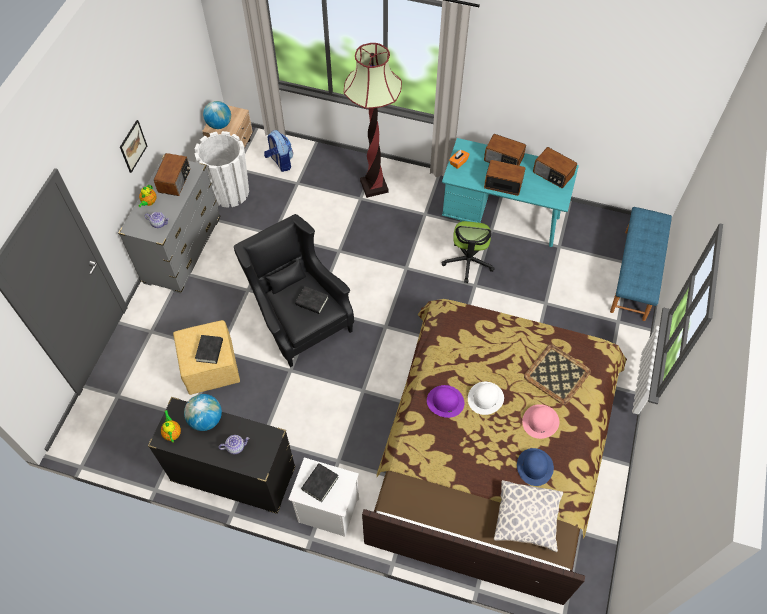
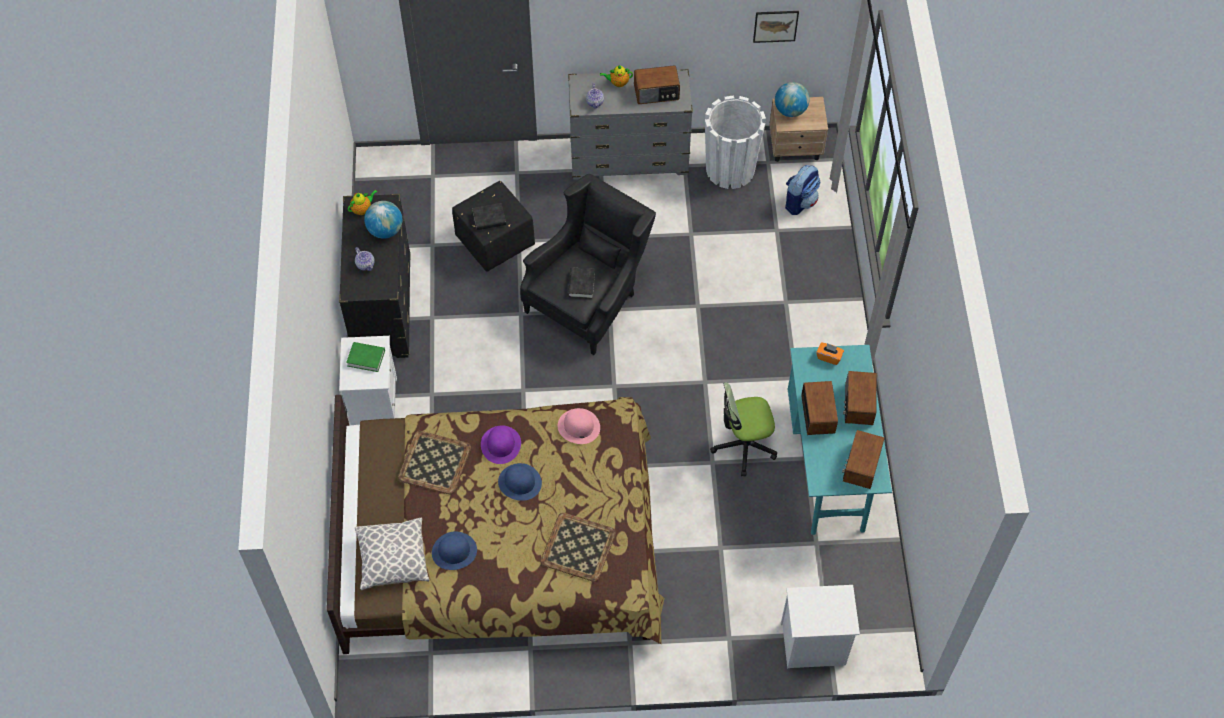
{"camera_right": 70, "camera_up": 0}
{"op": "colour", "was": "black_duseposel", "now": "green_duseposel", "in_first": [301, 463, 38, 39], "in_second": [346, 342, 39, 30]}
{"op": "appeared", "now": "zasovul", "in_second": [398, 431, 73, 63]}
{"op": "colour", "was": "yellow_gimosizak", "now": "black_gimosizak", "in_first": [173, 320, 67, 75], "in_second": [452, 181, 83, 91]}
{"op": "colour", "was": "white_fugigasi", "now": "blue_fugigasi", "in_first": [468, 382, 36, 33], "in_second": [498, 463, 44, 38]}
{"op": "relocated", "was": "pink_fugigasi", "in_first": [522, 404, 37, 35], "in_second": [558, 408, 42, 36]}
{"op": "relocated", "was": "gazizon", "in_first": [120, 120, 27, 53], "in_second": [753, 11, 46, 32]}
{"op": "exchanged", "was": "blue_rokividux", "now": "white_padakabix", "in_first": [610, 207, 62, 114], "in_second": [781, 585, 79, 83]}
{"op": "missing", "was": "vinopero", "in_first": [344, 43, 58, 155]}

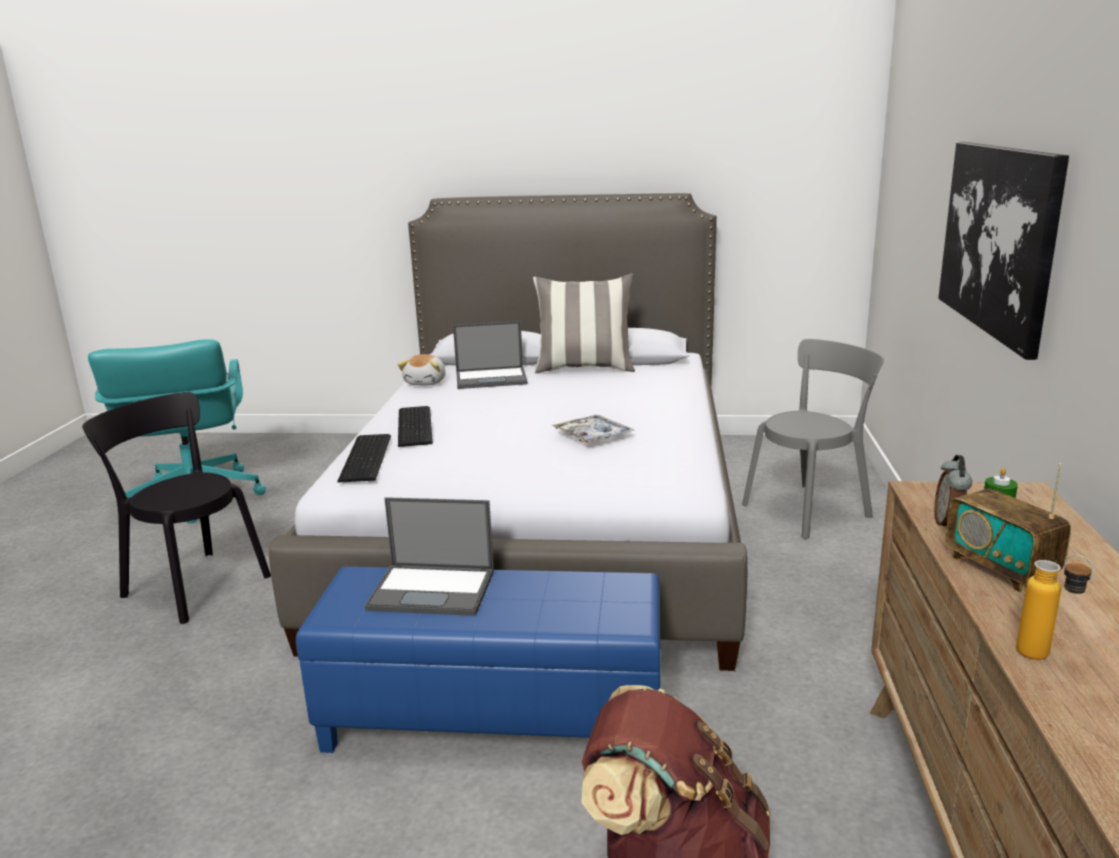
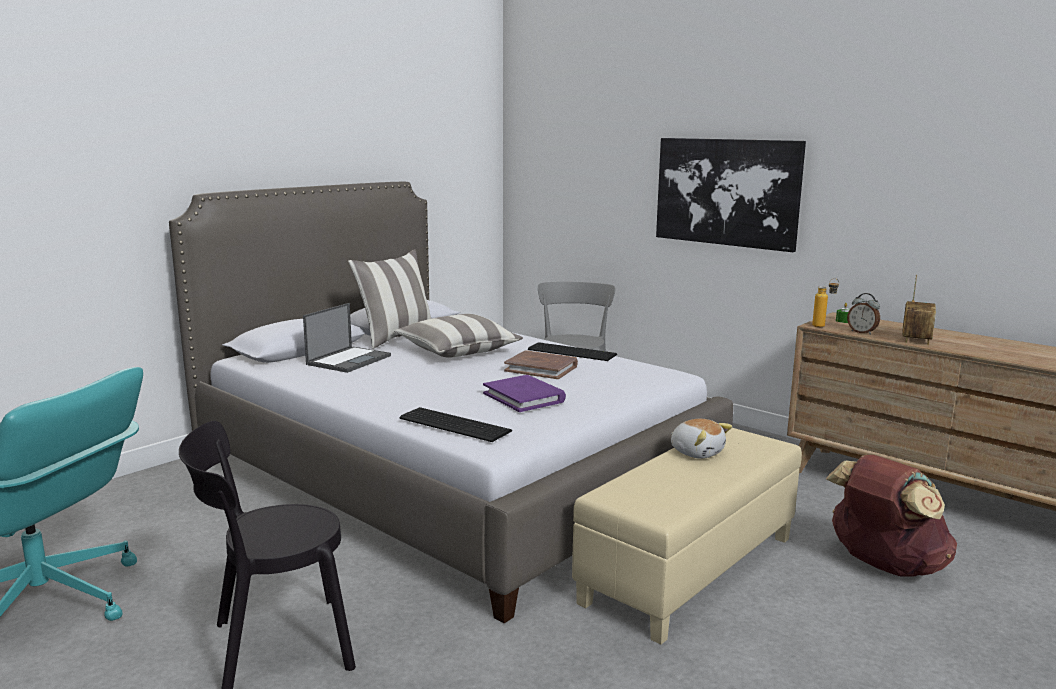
{"camera_right": -55, "camera_up": -5}
{"op": "appeared", "now": "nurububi", "in_second": [394, 314, 129, 44]}
{"op": "appeared", "now": "purple_duseposel", "in_second": [483, 375, 83, 37]}
{"op": "exchanged", "was": "zasovul", "now": "brown_duseposel", "in_first": [551, 415, 83, 28], "in_second": [504, 350, 74, 29]}
{"op": "relocated", "was": "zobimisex", "in_first": [398, 406, 35, 41], "in_second": [528, 342, 89, 19]}
{"op": "colour", "was": "blue_gimosizak", "now": "beige_gimosizak", "in_first": [296, 567, 365, 186], "in_second": [572, 428, 230, 217]}
{"op": "relocated", "was": "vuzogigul", "in_first": [398, 354, 48, 31], "in_second": [671, 419, 61, 40]}
{"op": "relocated", "was": "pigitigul", "in_first": [1016, 554, 77, 106], "in_second": [812, 278, 27, 49]}
{"op": "spun", "was": "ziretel", "in_first": [945, 463, 126, 129], "in_second": [902, 275, 34, 70], "clockwise": -75}
{"op": "missing", "was": "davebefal", "in_first": [365, 497, 129, 119]}

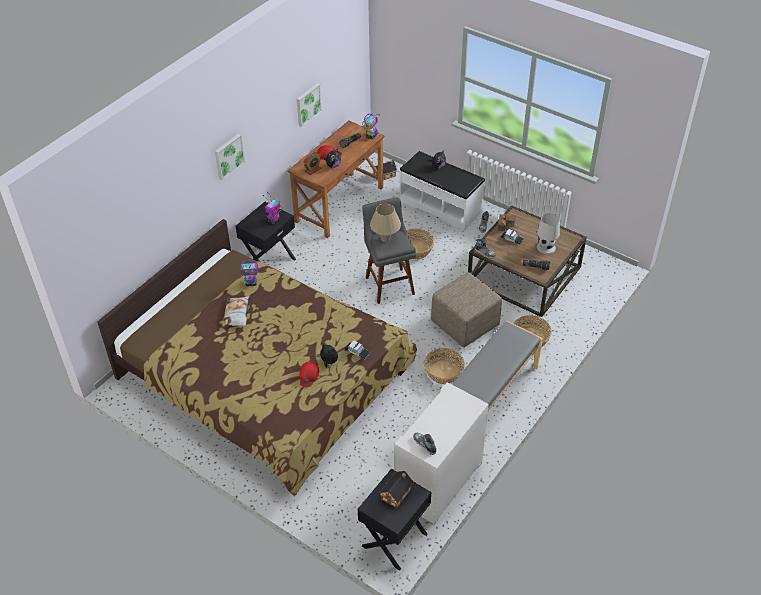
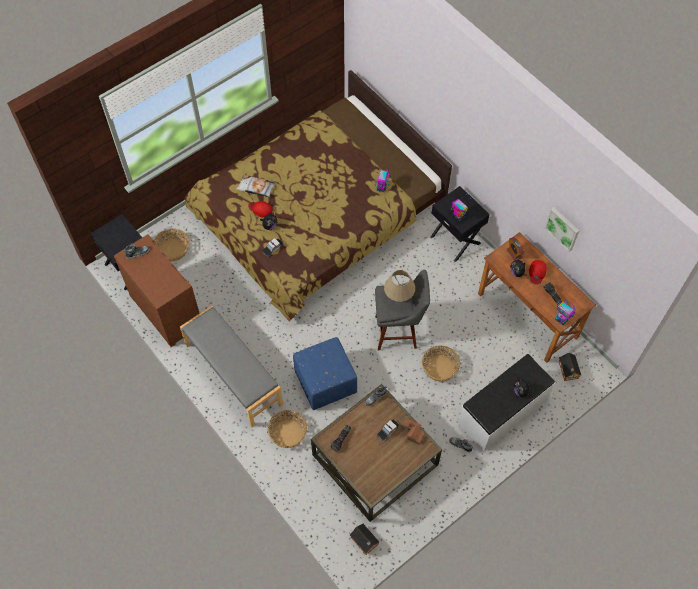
{"camera_right": 105, "camera_up": 15}
{"op": "colour", "was": "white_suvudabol", "now": "brown_suvudabol", "in_first": [394, 382, 95, 143], "in_second": [114, 234, 85, 113]}
{"op": "relocated", "was": "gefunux", "in_first": [424, 348, 41, 36], "in_second": [154, 228, 35, 33]}
{"op": "relocated", "was": "nurububi", "in_first": [223, 296, 27, 31], "in_second": [236, 175, 39, 22]}
{"op": "colour", "was": "beige_gimosizak", "now": "blue_gimosizak", "in_first": [431, 272, 71, 76], "in_second": [293, 337, 64, 73]}
{"op": "relocated", "was": "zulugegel", "in_first": [380, 471, 34, 38], "in_second": [350, 524, 29, 31]}
{"op": "missing", "was": "gazizon", "in_first": [215, 133, 30, 48]}
{"op": "missing", "was": "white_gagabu", "in_first": [537, 213, 23, 41]}

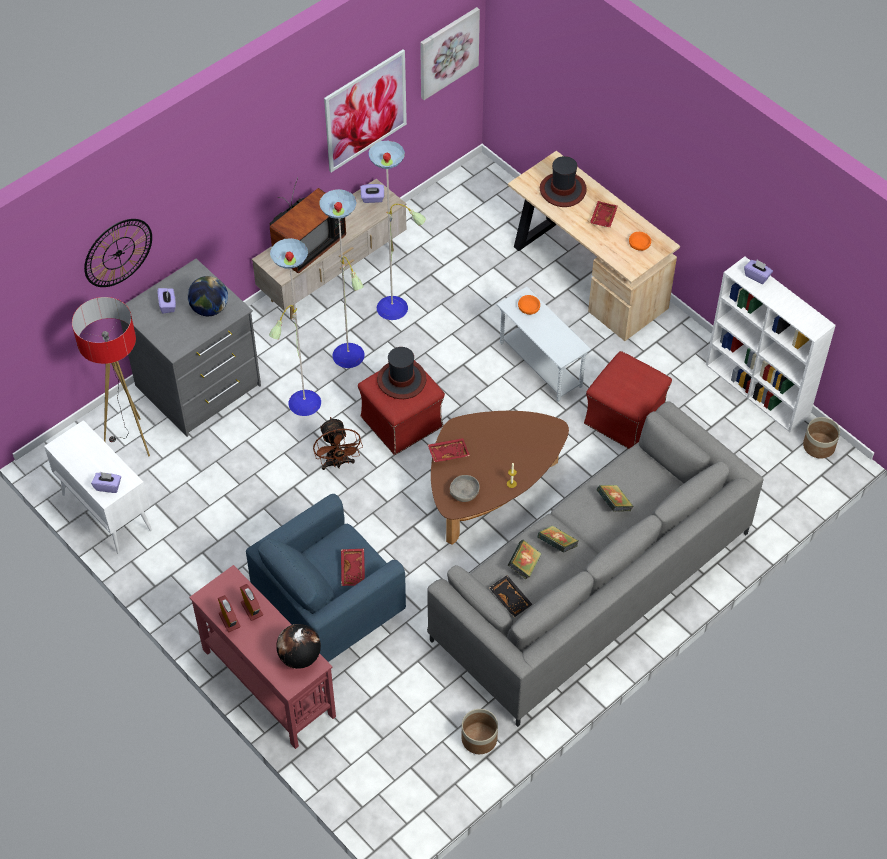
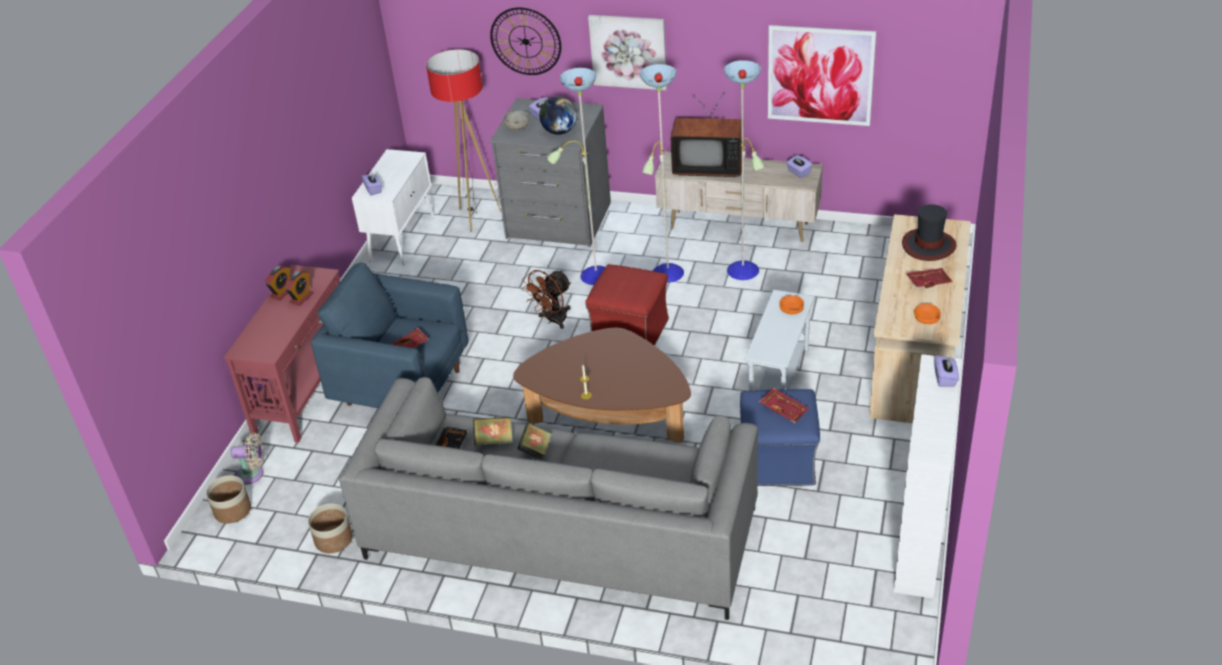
{"camera_right": 60, "camera_up": -15}
{"op": "relocated", "was": "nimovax", "in_first": [803, 417, 37, 42], "in_second": [206, 475, 45, 49]}
{"op": "appeared", "now": "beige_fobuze", "in_second": [231, 433, 33, 52]}
{"op": "relocated", "was": "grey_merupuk", "in_first": [450, 475, 30, 27], "in_second": [503, 111, 27, 19]}
{"op": "relocated", "was": "gazizon", "in_first": [420, 7, 60, 93], "in_second": [588, 15, 79, 75]}
{"op": "colour", "was": "red_gimosizak", "now": "blue_gimosizak", "in_first": [584, 351, 88, 98], "in_second": [740, 389, 80, 97]}
{"op": "relocated", "was": "red_zasovul", "in_first": [428, 438, 42, 24], "in_second": [759, 388, 50, 35]}
{"op": "missing", "was": "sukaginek", "in_first": [276, 624, 45, 45]}
{"op": "missing", "was": "fugigasi", "in_first": [377, 347, 49, 52]}
{"op": "missing", "was": "duseposel", "in_first": [597, 485, 37, 27]}

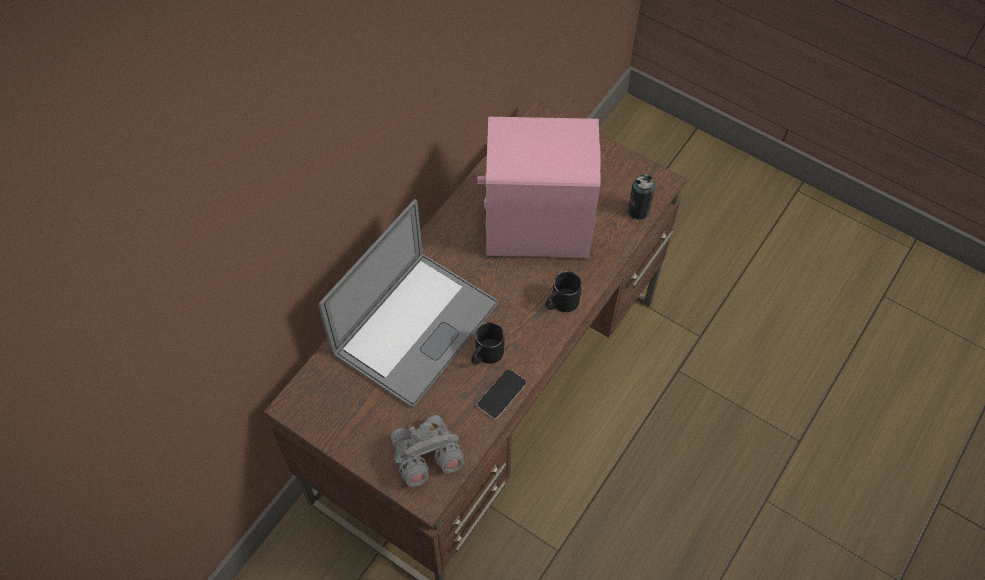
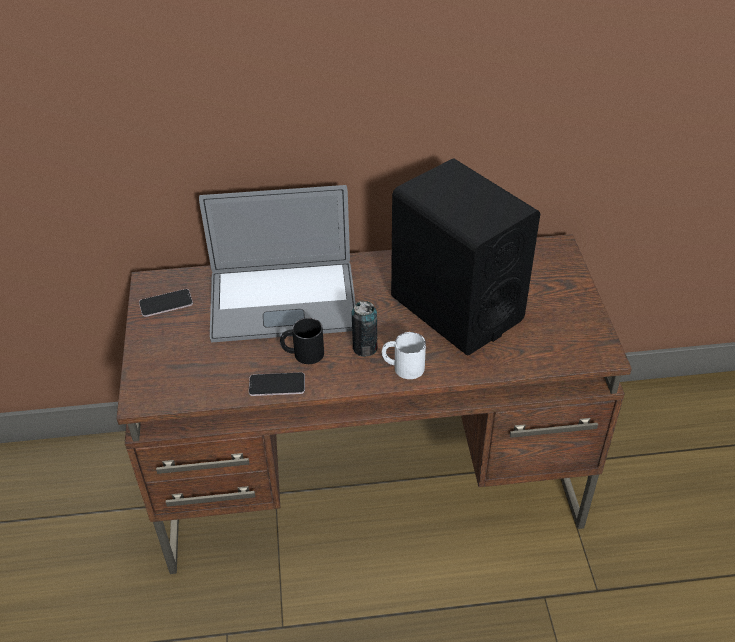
{"camera_right": 50, "camera_up": -15}
{"op": "appeared", "now": "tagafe", "in_second": [139, 289, 54, 28]}
{"op": "relocated", "was": "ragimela", "in_first": [628, 174, 28, 46], "in_second": [352, 301, 26, 56]}
{"op": "colour", "was": "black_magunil", "now": "white_magunil", "in_first": [545, 271, 37, 41], "in_second": [382, 332, 44, 47]}
{"op": "colour", "was": "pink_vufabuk", "now": "black_vufabuk", "in_first": [477, 117, 124, 141], "in_second": [391, 158, 149, 197]}
{"op": "missing", "was": "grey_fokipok", "in_first": [390, 415, 74, 72]}

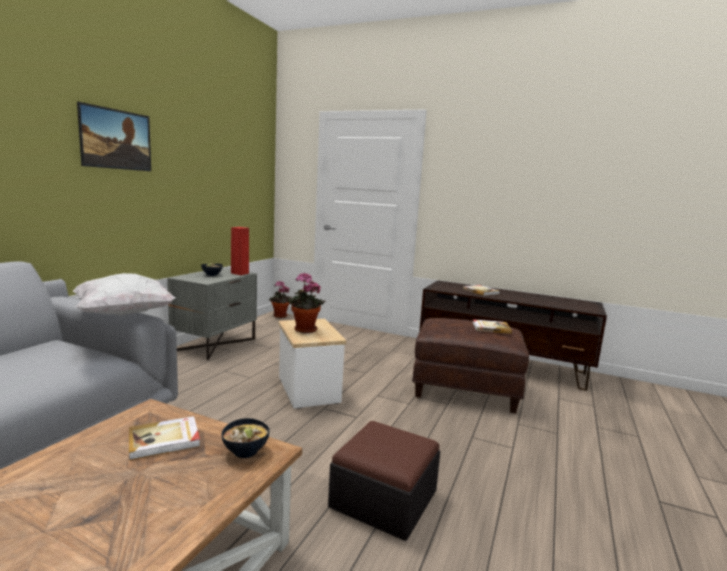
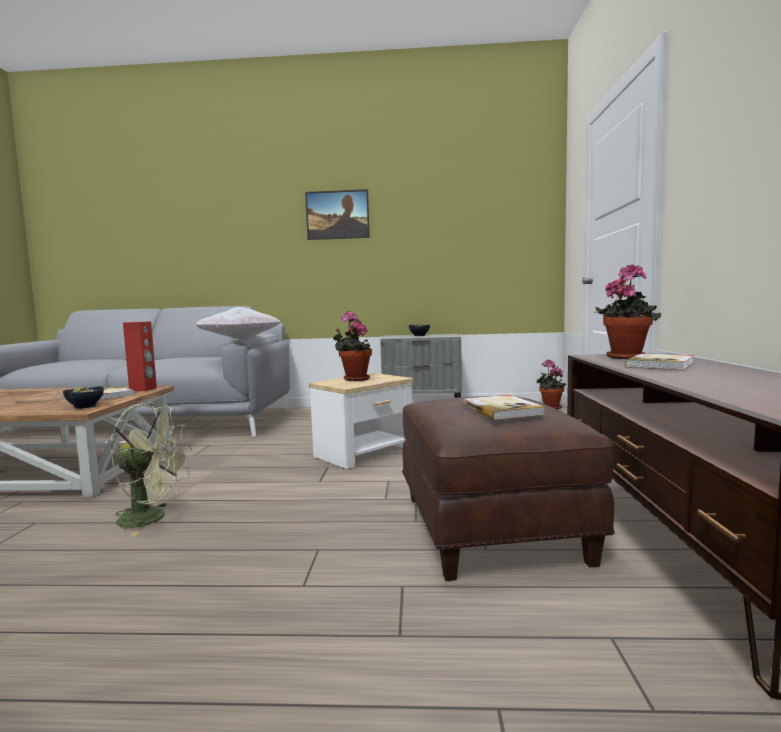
{"camera_right": 70, "camera_up": -5}
{"op": "exchanged", "was": "gimosizak", "now": "green_fobuze", "in_first": [328, 421, 112, 120], "in_second": [110, 403, 82, 134]}
{"op": "relocated", "was": "red_vufabuk", "in_first": [231, 227, 18, 48], "in_second": [123, 322, 34, 69]}
{"op": "appeared", "now": "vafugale", "in_second": [596, 264, 65, 95]}

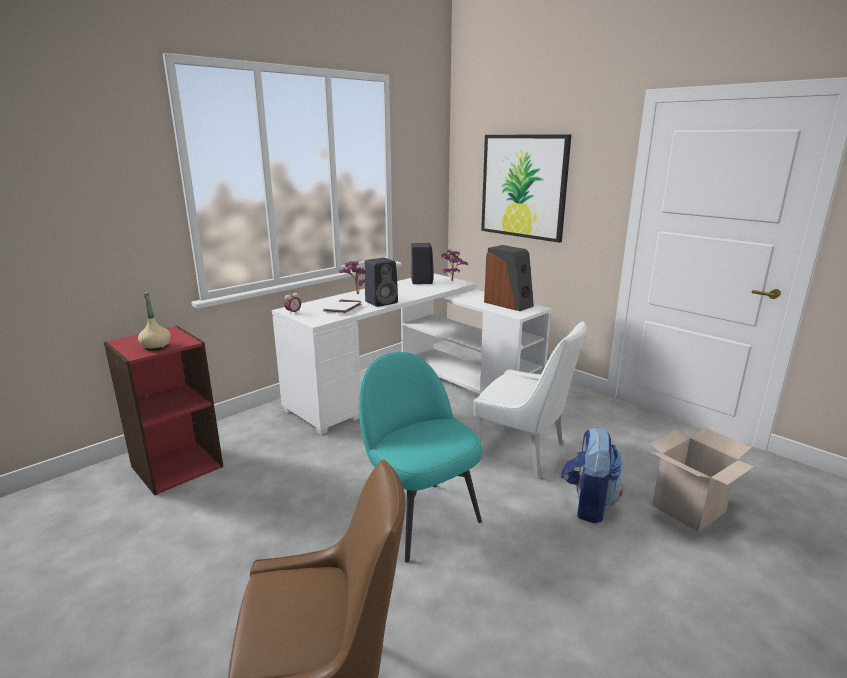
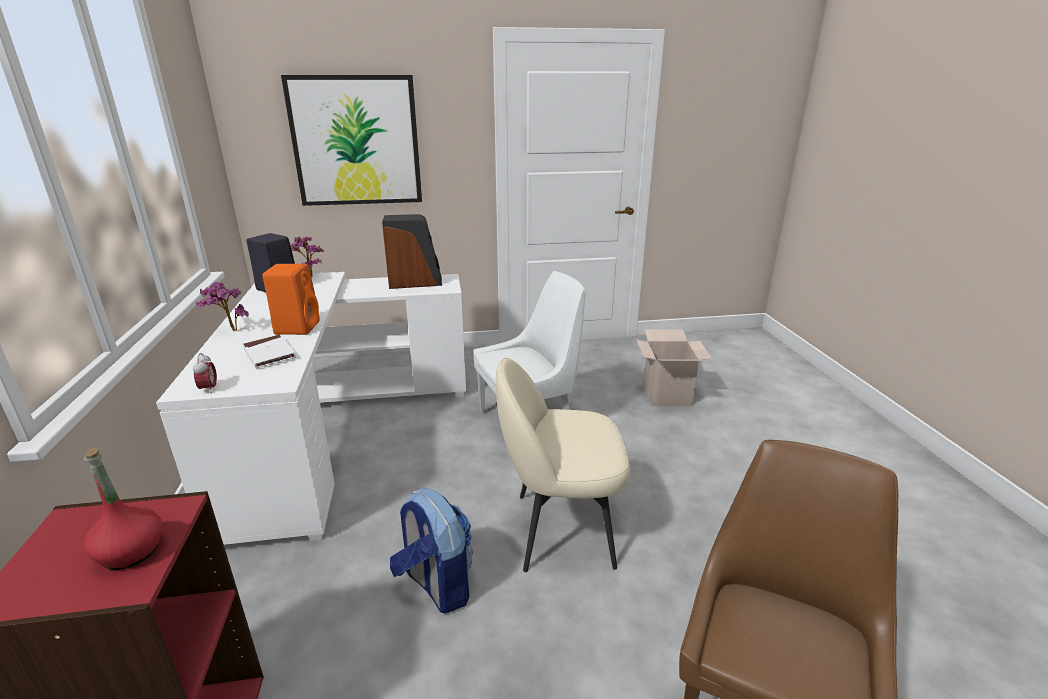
{"camera_right": -55, "camera_up": 5}
{"op": "colour", "was": "beige_pigitigul", "now": "red_pigitigul", "in_first": [138, 292, 33, 59], "in_second": [84, 448, 78, 122]}
{"op": "colour", "was": "black_vufabuk", "now": "orange_vufabuk", "in_first": [365, 258, 33, 49], "in_second": [262, 264, 58, 71]}
{"op": "relocated", "was": "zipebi", "in_first": [561, 427, 62, 97], "in_second": [390, 488, 83, 126]}
{"op": "colour", "was": "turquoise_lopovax", "now": "beige_lopovax", "in_first": [359, 352, 123, 211], "in_second": [496, 358, 134, 214]}

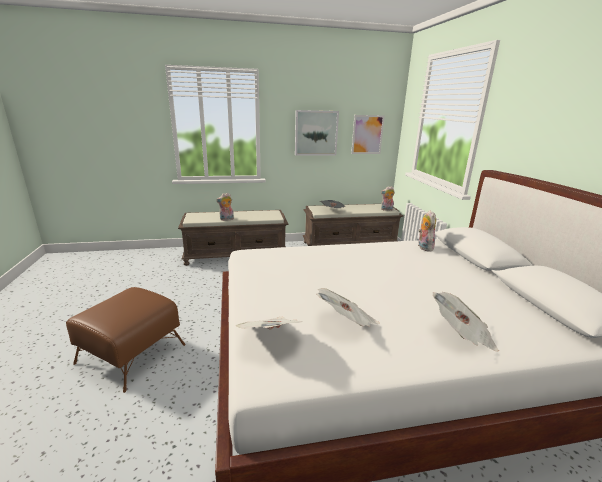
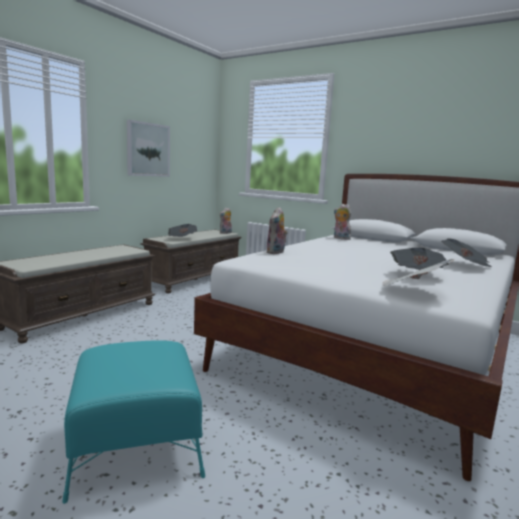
{"camera_right": -45, "camera_up": -10}
{"op": "colour", "was": "brown_gimosizak", "now": "turquoise_gimosizak", "in_first": [66, 287, 120, 106], "in_second": [62, 340, 143, 164]}
{"op": "relocated", "was": "vuzogigul", "in_first": [216, 193, 18, 28], "in_second": [267, 207, 21, 47]}
{"op": "missing", "was": "gazizon", "in_first": [351, 115, 34, 39]}

